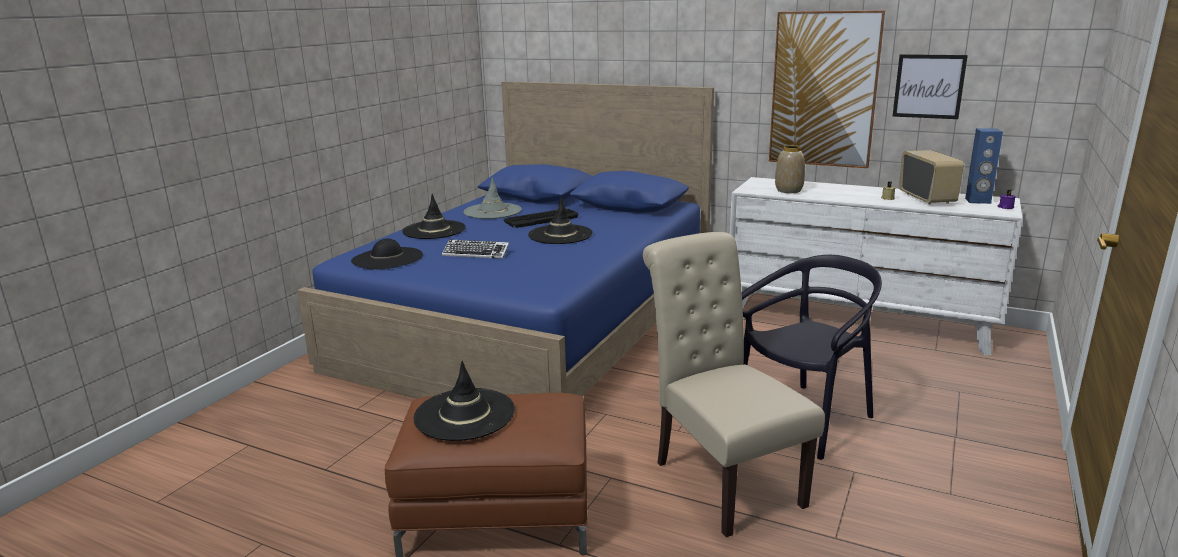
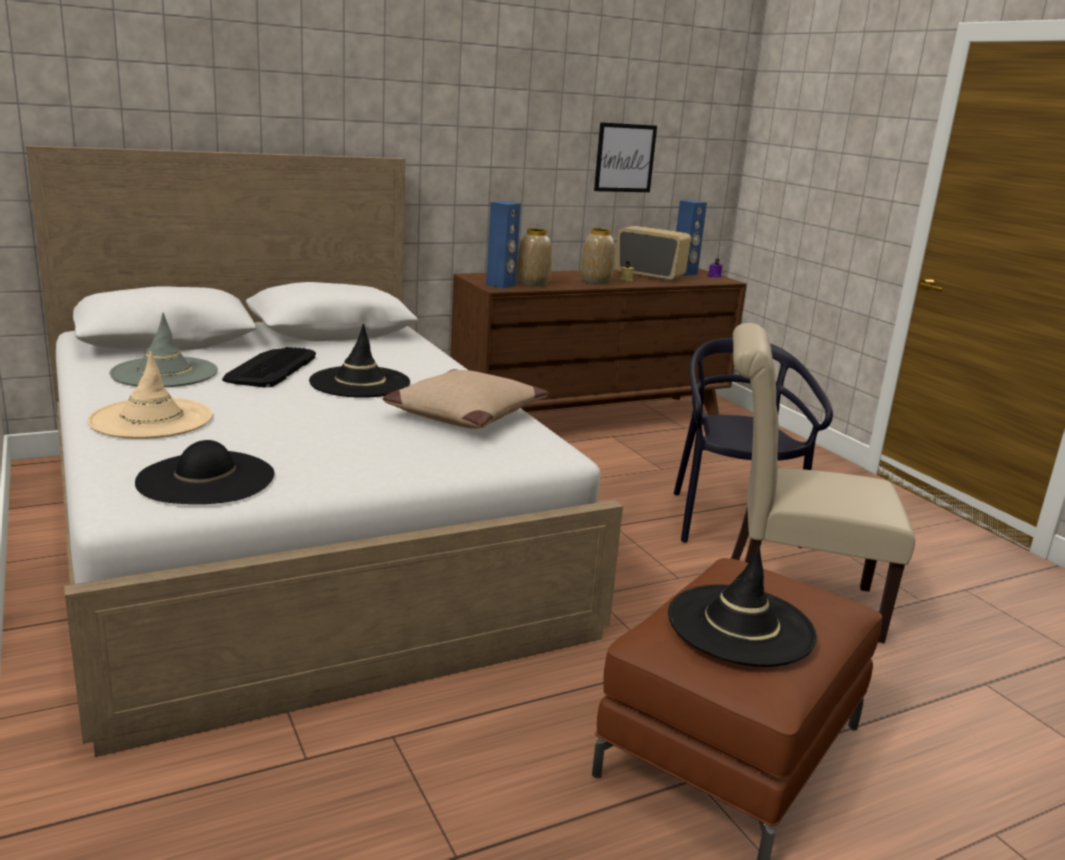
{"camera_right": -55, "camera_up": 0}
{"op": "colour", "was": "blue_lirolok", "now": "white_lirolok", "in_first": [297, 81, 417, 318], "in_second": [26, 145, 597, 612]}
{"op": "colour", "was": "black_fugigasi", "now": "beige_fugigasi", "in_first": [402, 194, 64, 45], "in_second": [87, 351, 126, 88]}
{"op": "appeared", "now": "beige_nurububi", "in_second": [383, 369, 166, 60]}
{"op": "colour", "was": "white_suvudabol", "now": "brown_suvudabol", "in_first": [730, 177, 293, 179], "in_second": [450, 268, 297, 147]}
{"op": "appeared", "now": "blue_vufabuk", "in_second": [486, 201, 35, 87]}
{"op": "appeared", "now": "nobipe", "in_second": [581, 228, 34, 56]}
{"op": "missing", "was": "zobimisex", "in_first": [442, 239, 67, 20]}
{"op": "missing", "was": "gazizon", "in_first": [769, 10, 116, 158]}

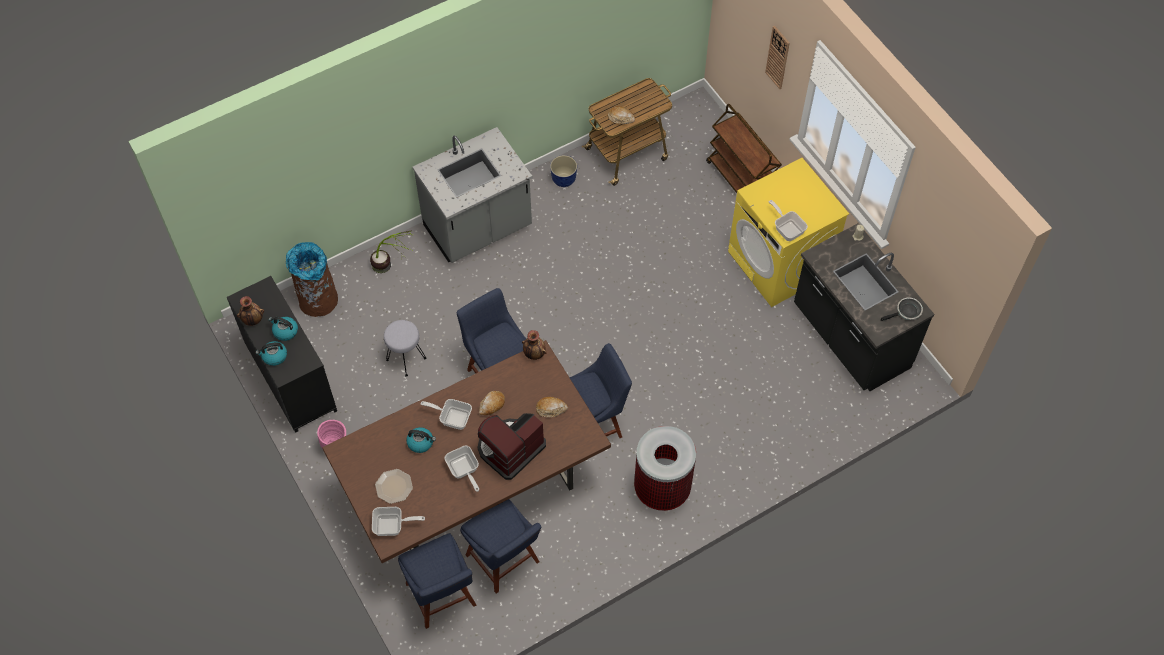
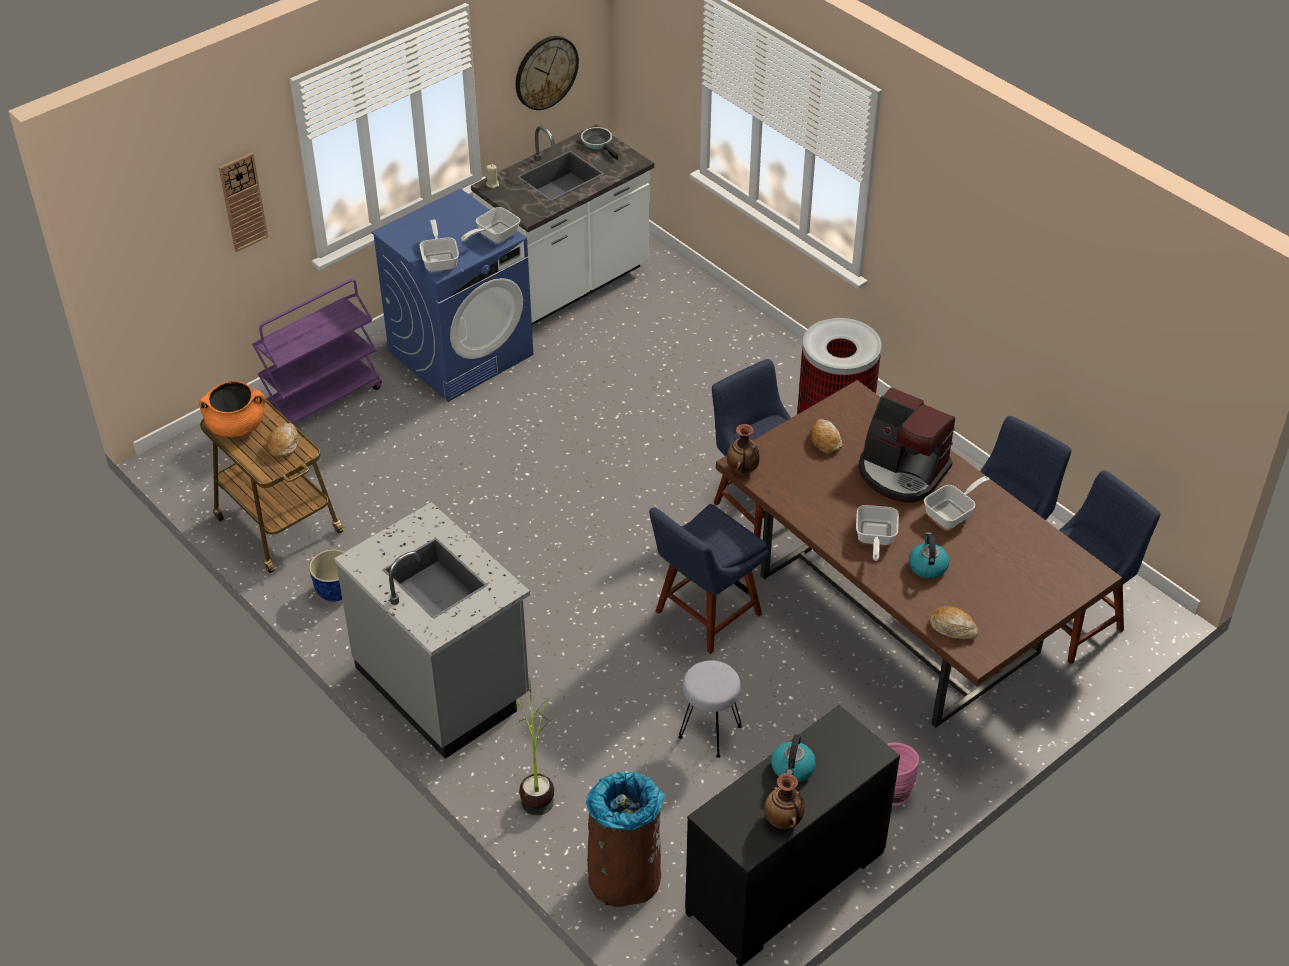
{"camera_right": -100, "camera_up": -15}
{"op": "appeared", "now": "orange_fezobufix", "in_second": [199, 381, 66, 56]}
{"op": "colour", "was": "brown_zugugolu", "now": "purple_zugugolu", "in_first": [706, 104, 75, 89], "in_second": [252, 279, 130, 145]}
{"op": "colour", "was": "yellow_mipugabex", "now": "blue_mipugabex", "in_first": [728, 158, 121, 149], "in_second": [371, 188, 162, 214]}
{"op": "relocated", "was": "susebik", "in_first": [372, 507, 53, 29], "in_second": [420, 220, 39, 51]}
{"op": "colour", "was": "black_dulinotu", "now": "white_dulinotu", "in_first": [794, 223, 141, 168], "in_second": [471, 125, 183, 200]}
{"op": "appeared", "now": "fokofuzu", "in_second": [516, 36, 63, 74]}
{"op": "relocated", "was": "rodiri", "in_first": [479, 391, 26, 24], "in_second": [930, 606, 48, 33]}
{"op": "missing", "was": "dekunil", "in_first": [255, 341, 32, 25]}
{"op": "missing", "was": "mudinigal", "in_first": [375, 469, 38, 35]}

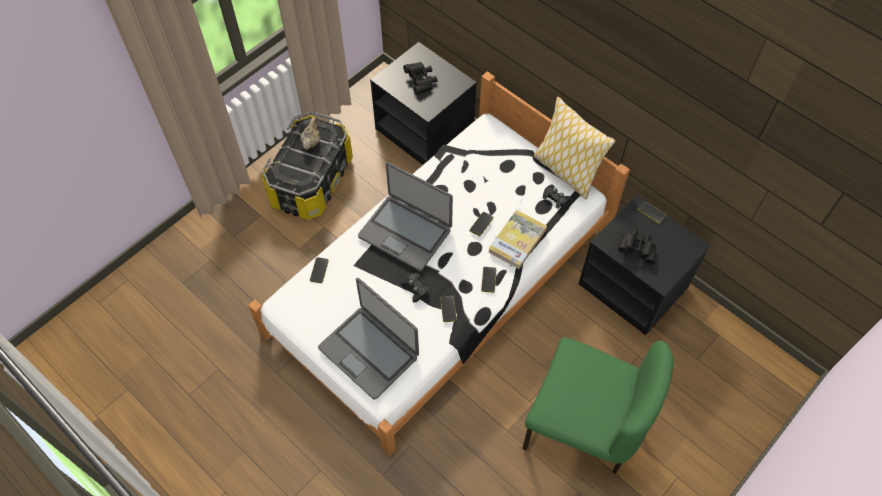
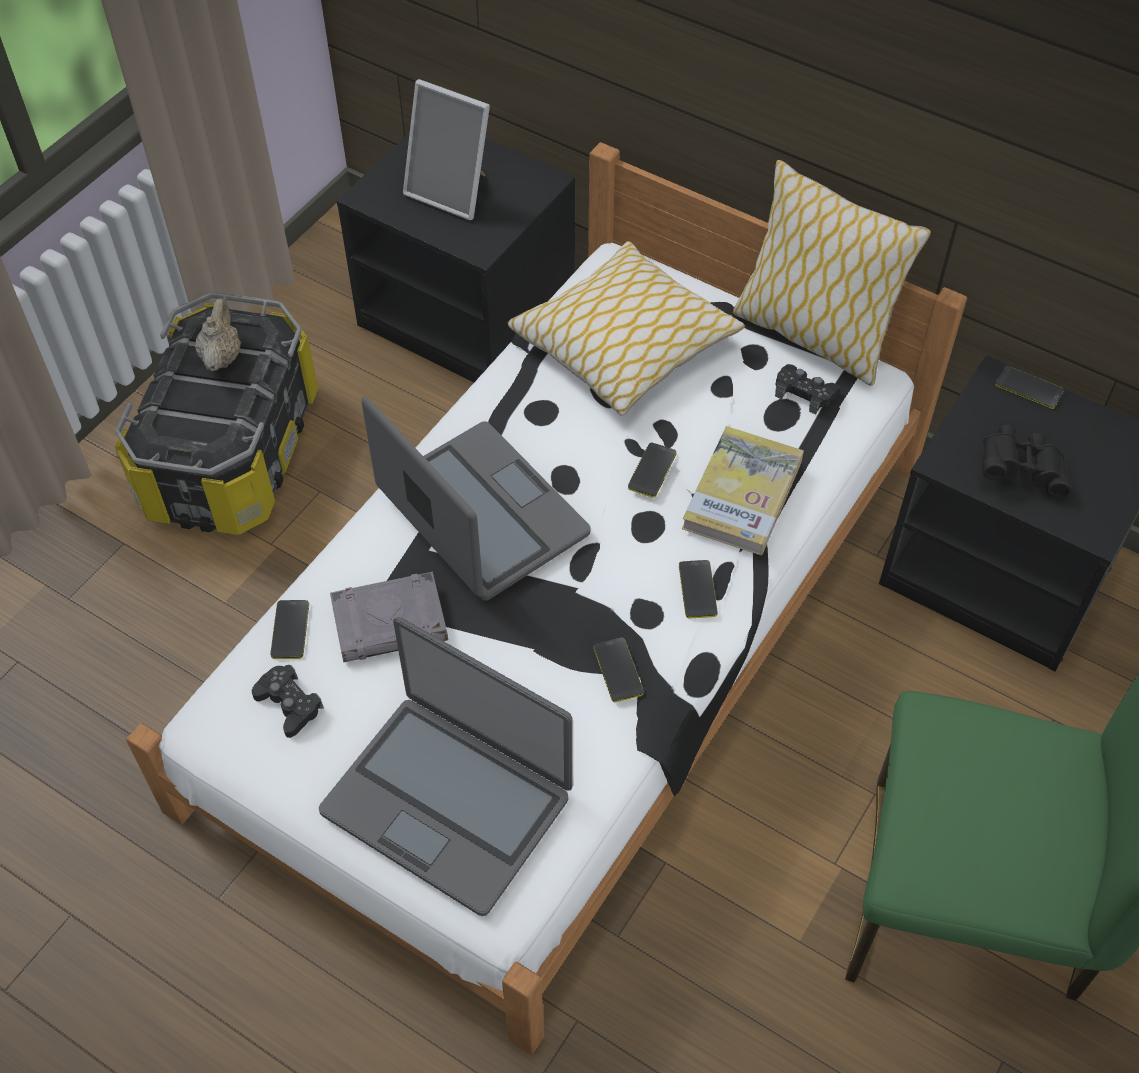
{"camera_right": -10, "camera_up": -5}
{"op": "relocated", "was": "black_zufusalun", "in_first": [401, 273, 28, 30], "in_second": [252, 665, 72, 73]}
{"op": "appeared", "now": "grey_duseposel", "in_second": [330, 572, 118, 90]}
{"op": "spun", "was": "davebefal", "in_first": [358, 162, 95, 109], "in_second": [362, 396, 229, 205], "clockwise": -150}
{"op": "exchanged", "was": "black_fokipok", "now": "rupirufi", "in_first": [403, 62, 34, 33], "in_second": [403, 79, 87, 141]}
{"op": "appeared", "now": "nurububi", "in_second": [508, 241, 237, 175]}

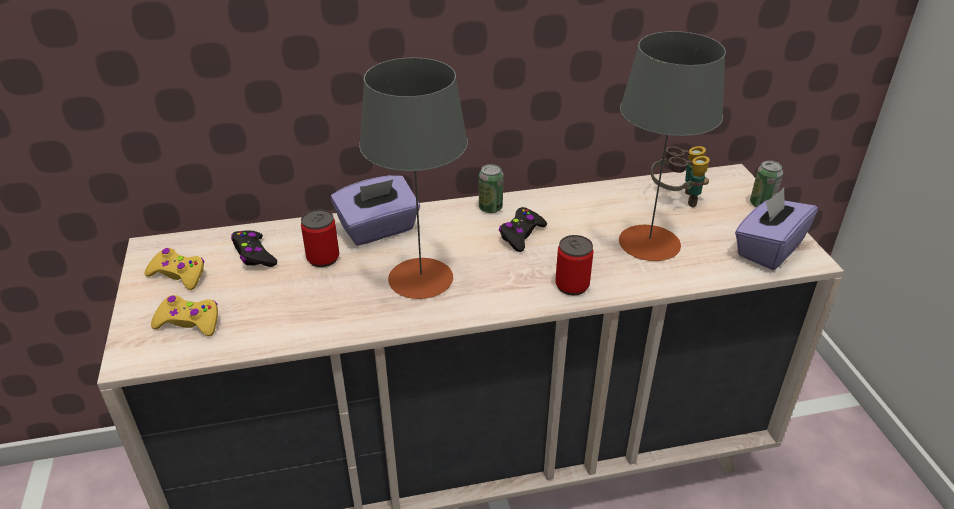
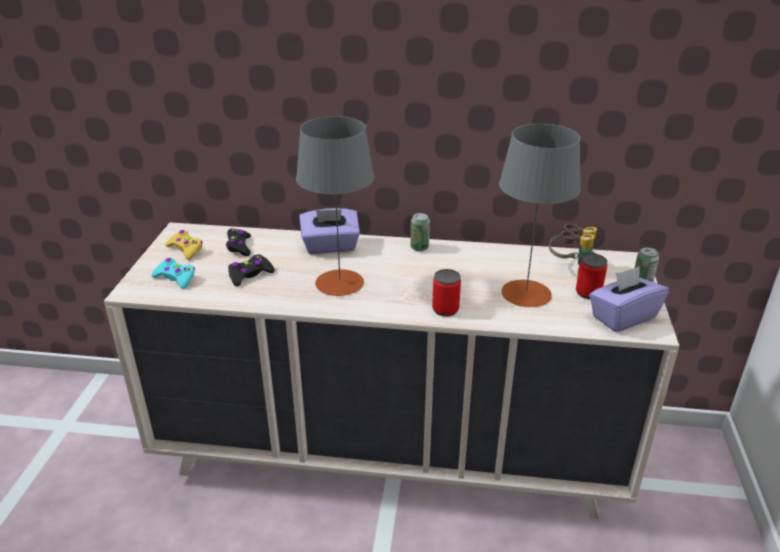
{"camera_right": 20, "camera_up": -5}
{"op": "colour", "was": "yellow_zufusalun", "now": "turquoise_zufusalun", "in_first": [151, 295, 67, 41], "in_second": [151, 258, 44, 31]}
{"op": "relocated", "was": "black_zufusalun", "in_first": [499, 207, 48, 45], "in_second": [228, 255, 47, 31]}
{"op": "relocated", "was": "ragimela", "in_first": [301, 209, 38, 58], "in_second": [576, 254, 31, 45]}

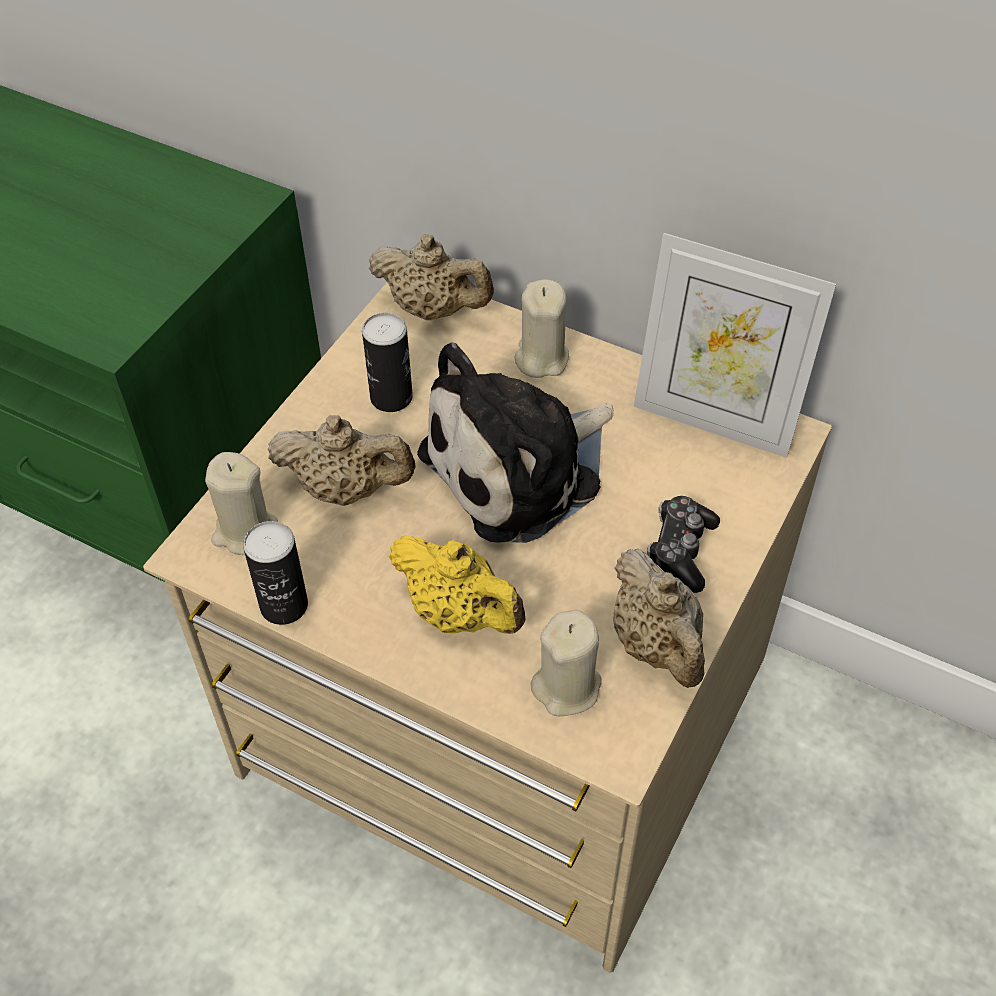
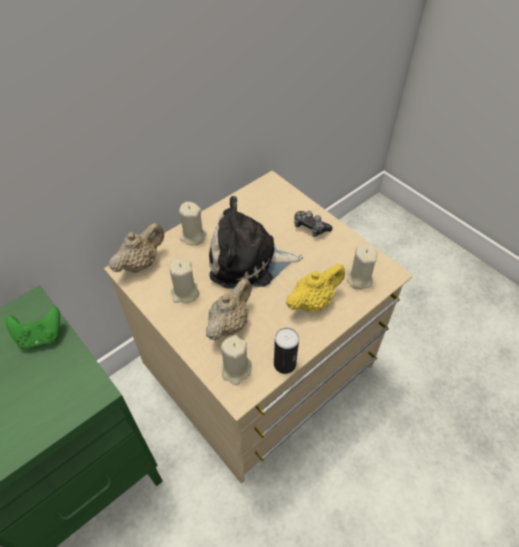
{"camera_right": -70, "camera_up": 0}
{"op": "appeared", "now": "green_zufusalun", "in_second": [6, 306, 54, 43]}
{"op": "exchanged", "was": "ragimela", "now": "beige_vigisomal", "in_first": [362, 313, 51, 99], "in_second": [169, 259, 30, 44]}
{"op": "spun", "was": "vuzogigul", "in_first": [417, 343, 197, 200], "in_second": [209, 196, 94, 93], "clockwise": 105}
{"op": "missing", "was": "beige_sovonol", "in_first": [613, 549, 92, 139]}
{"op": "missing", "was": "rupirufi", "in_first": [634, 233, 202, 225]}

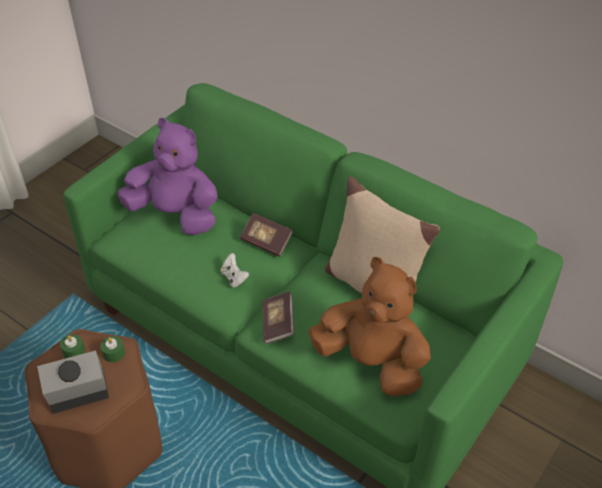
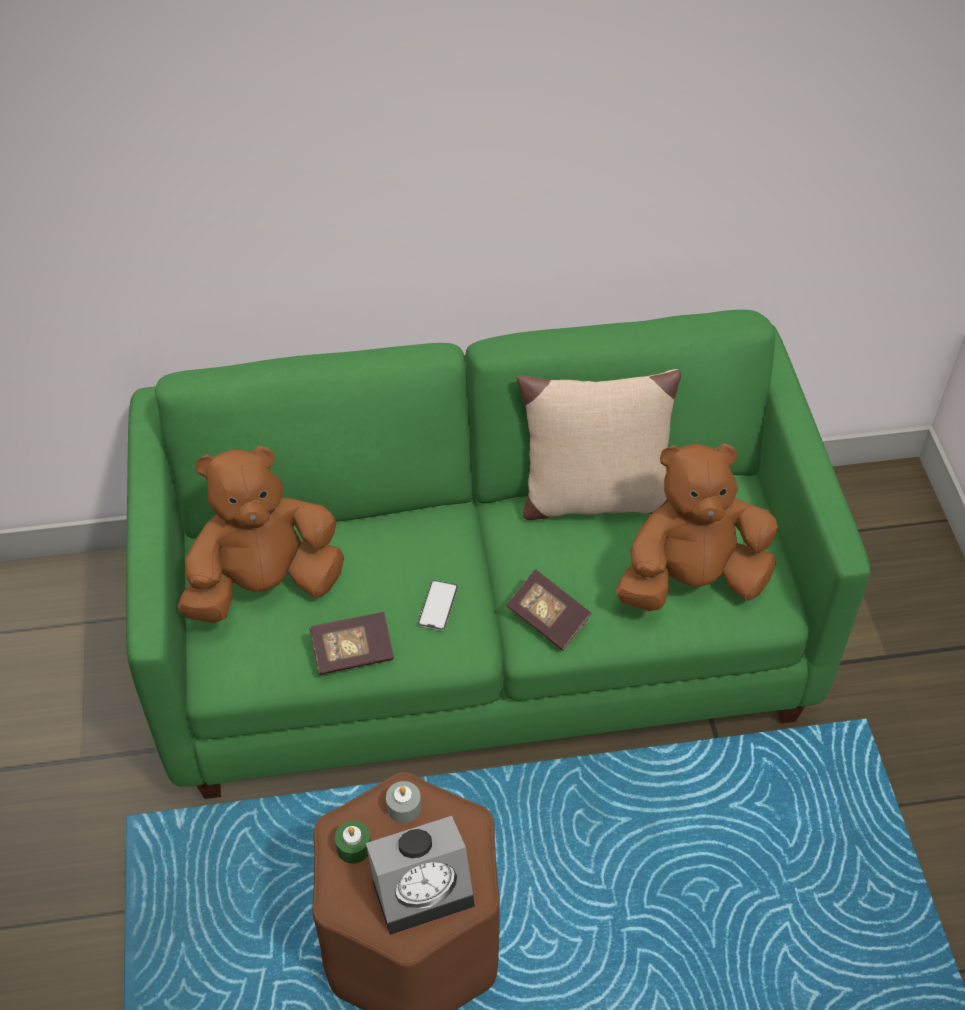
{"camera_right": -45, "camera_up": 5}
{"op": "colour", "was": "purple_vuzogigul", "now": "brown_vuzogigul", "in_first": [117, 118, 101, 117], "in_second": [177, 446, 167, 177]}
{"op": "relocated", "was": "duseposel", "in_first": [240, 213, 53, 44], "in_second": [310, 612, 84, 63]}
{"op": "spun", "was": "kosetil", "in_first": [37, 350, 72, 64], "in_second": [366, 816, 109, 119], "clockwise": -135}
{"op": "colour", "was": "green_vigisomal", "now": "grey_vigisomal", "in_first": [101, 336, 24, 26], "in_second": [386, 781, 35, 42]}
{"op": "exchanged", "was": "white_zufusalun", "now": "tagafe", "in_first": [221, 253, 28, 34], "in_second": [418, 580, 40, 51]}

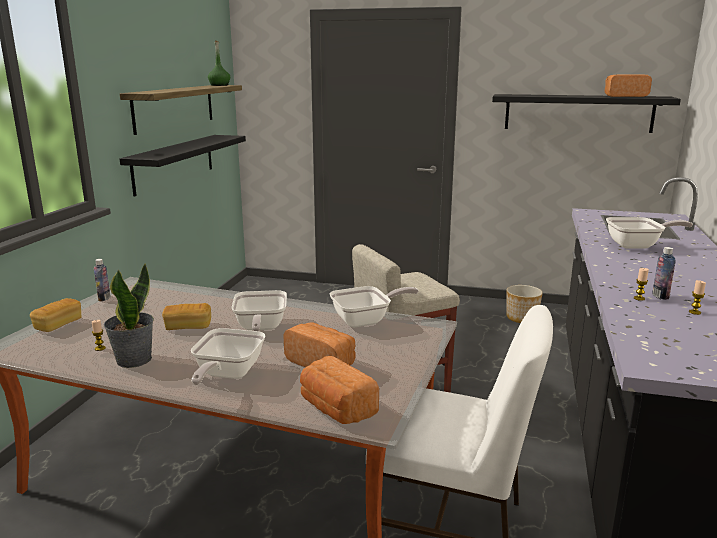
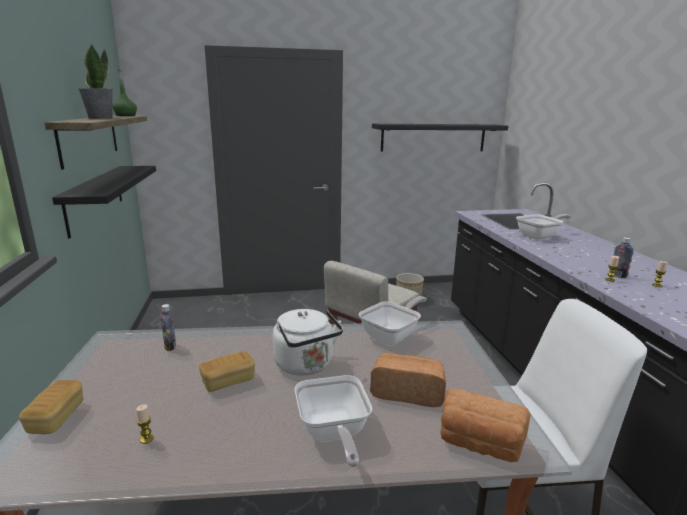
{"camera_right": -25, "camera_up": 0}
{"op": "relocated", "was": "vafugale", "in_first": [104, 263, 50, 105], "in_second": [79, 43, 34, 76]}
{"op": "relocated", "was": "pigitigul", "in_first": [94, 259, 17, 42], "in_second": [160, 304, 16, 47]}
{"op": "exchanged", "was": "susebik", "now": "white_dekunil", "in_first": [231, 290, 56, 41], "in_second": [273, 309, 70, 66]}
{"op": "missing", "was": "rodiri", "in_first": [605, 74, 47, 23]}

